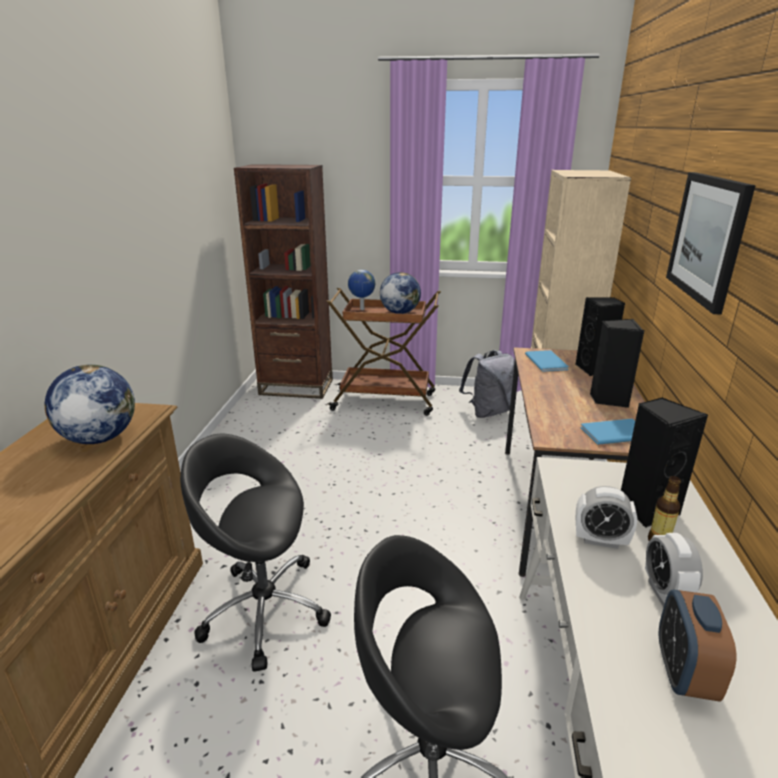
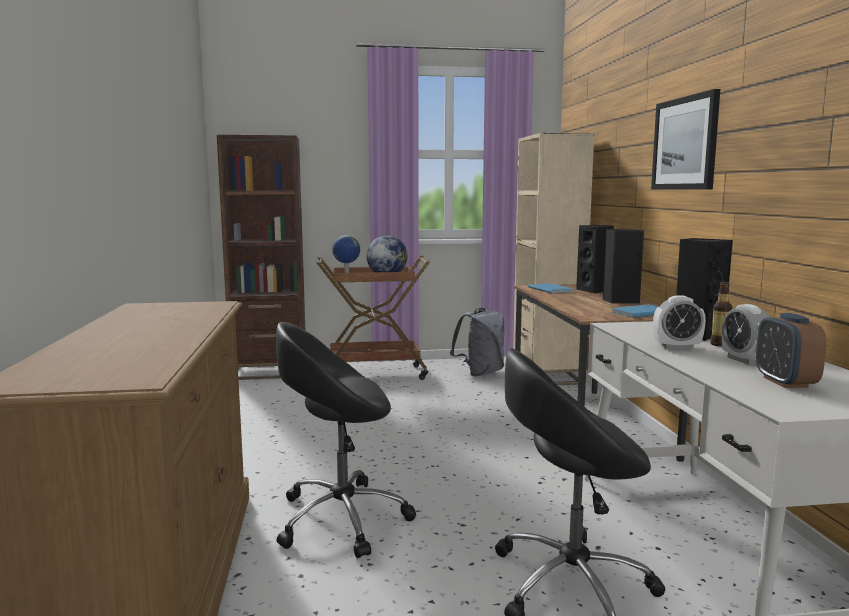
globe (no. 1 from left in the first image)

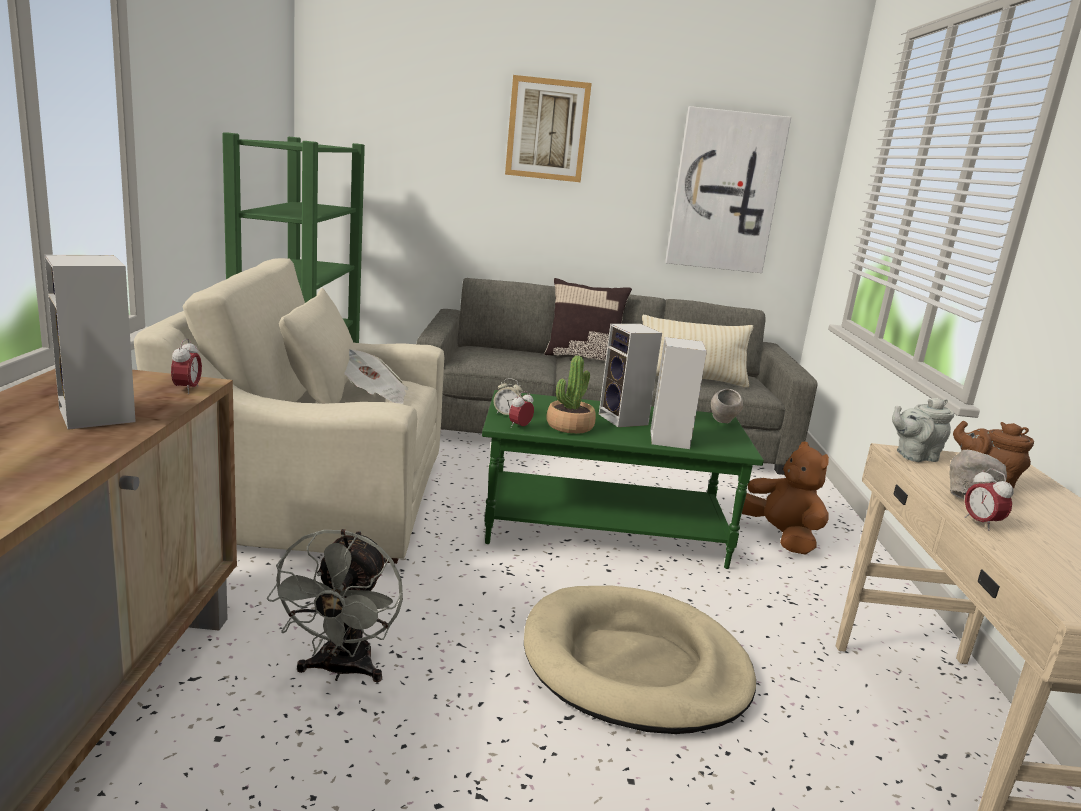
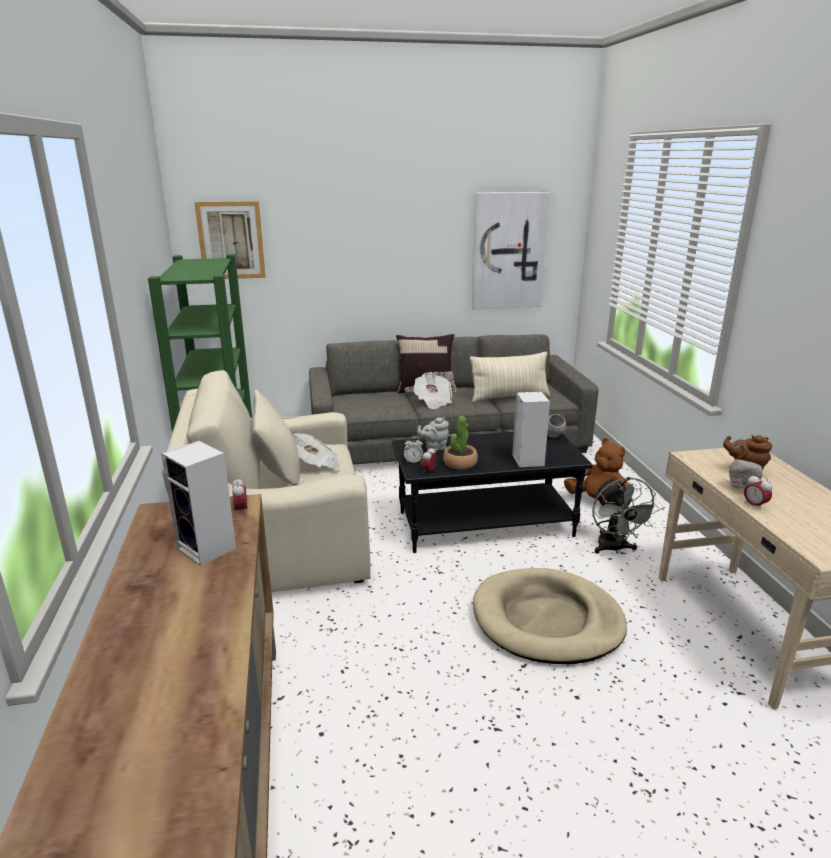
picture (no. 1 from left)
black coffee table
newspaper (no. 2 from left)
grey teapot
grey fan
speaker (no. 2 from left in the first image)

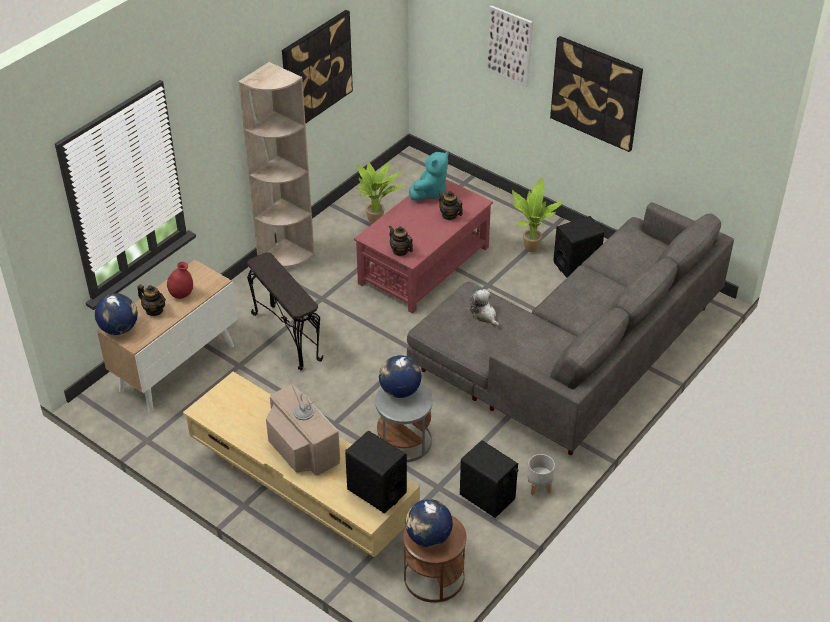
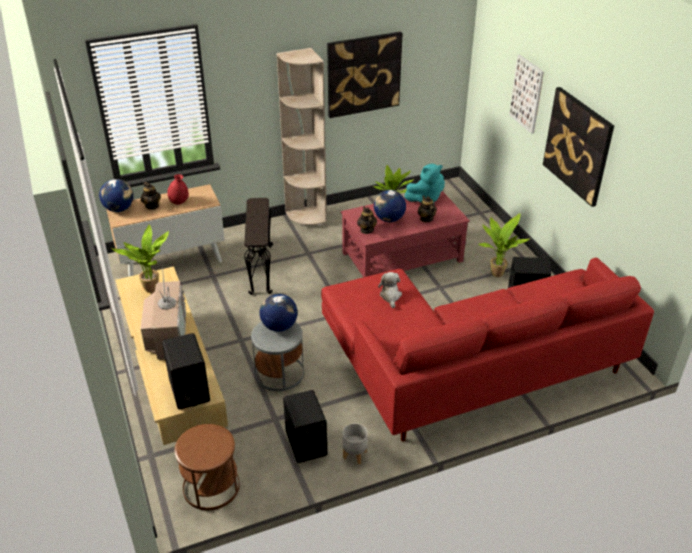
potted plant (no. 1 from left)
red sofa
globe (no. 3 from left)

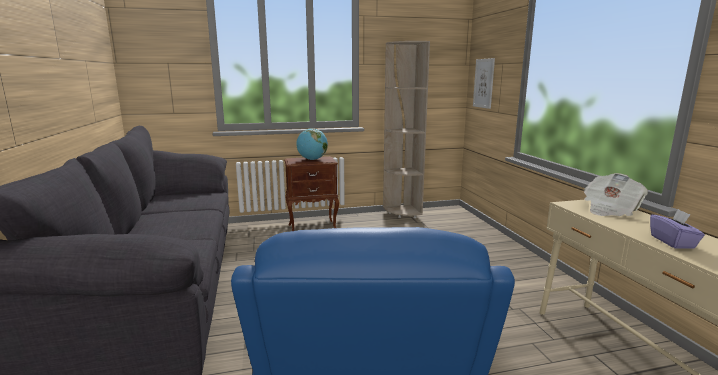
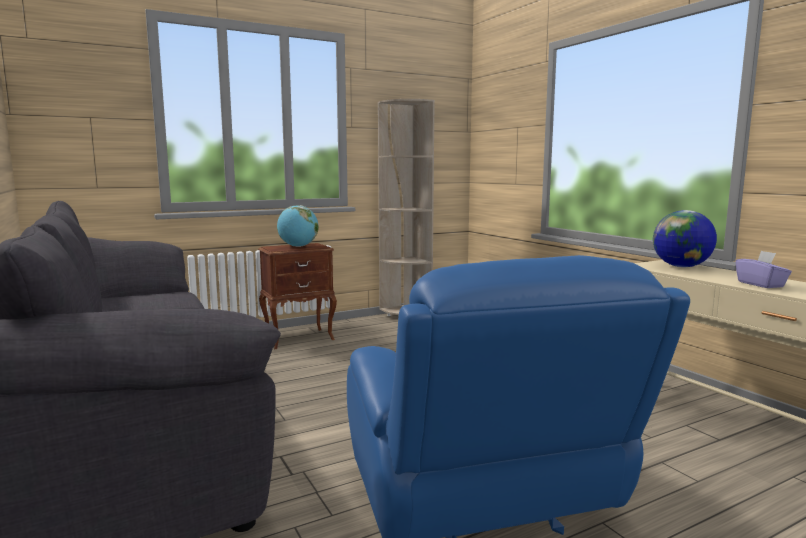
globe (no. 2 from left)
picture

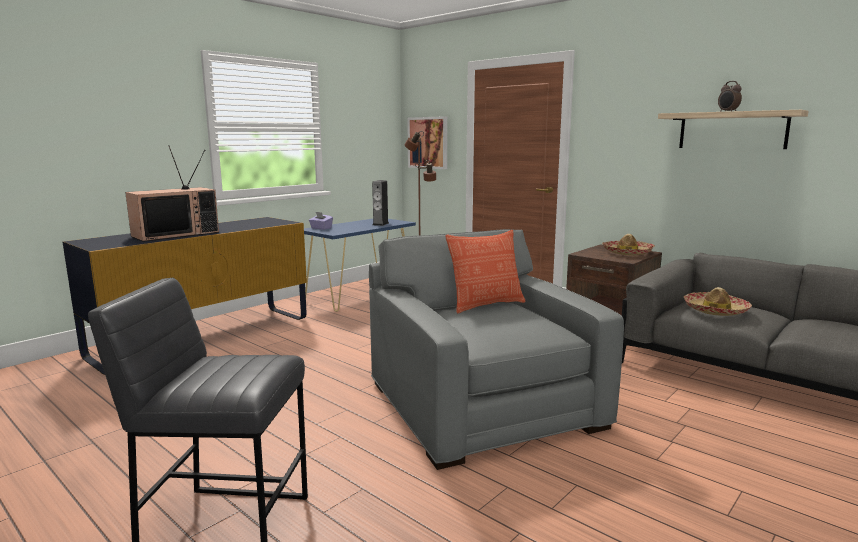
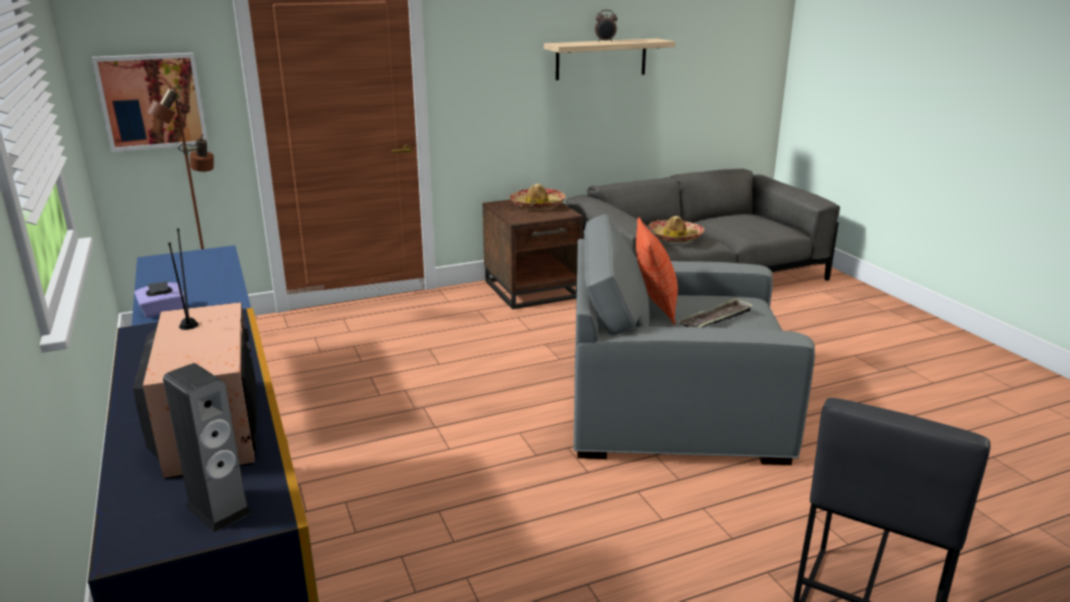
speaker
tray

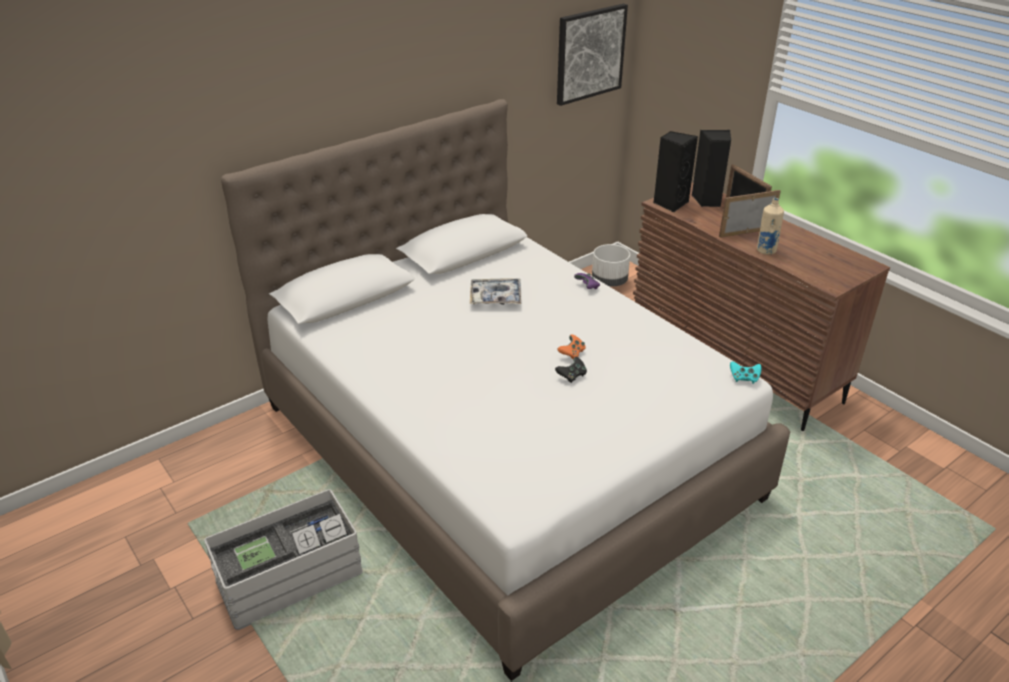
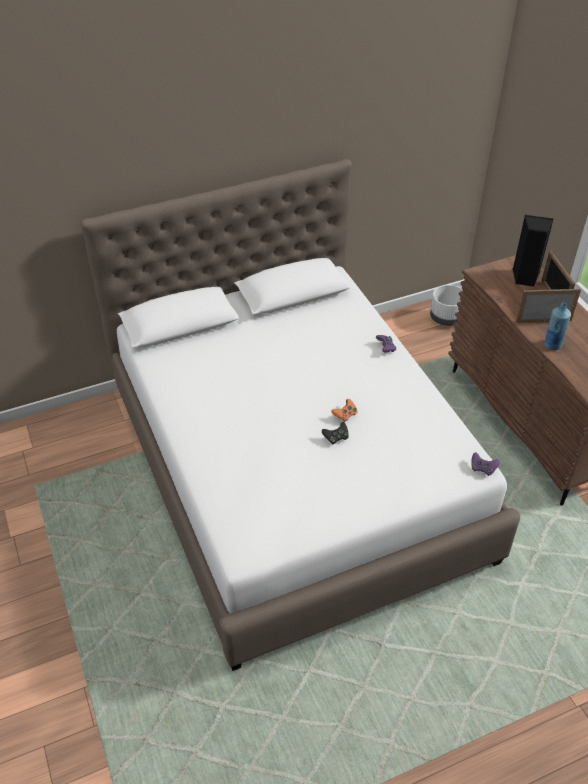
purple game controller (no. 2 from left)
blue bottle
grey storage box
tray
picture
black speaker (no. 1 from left in the first image)

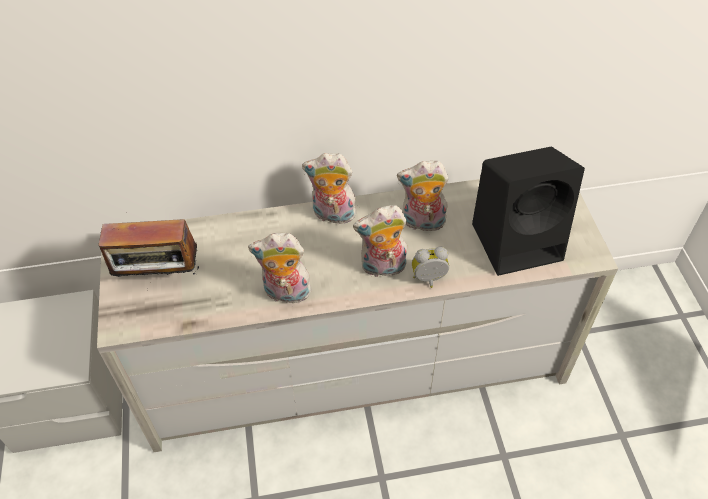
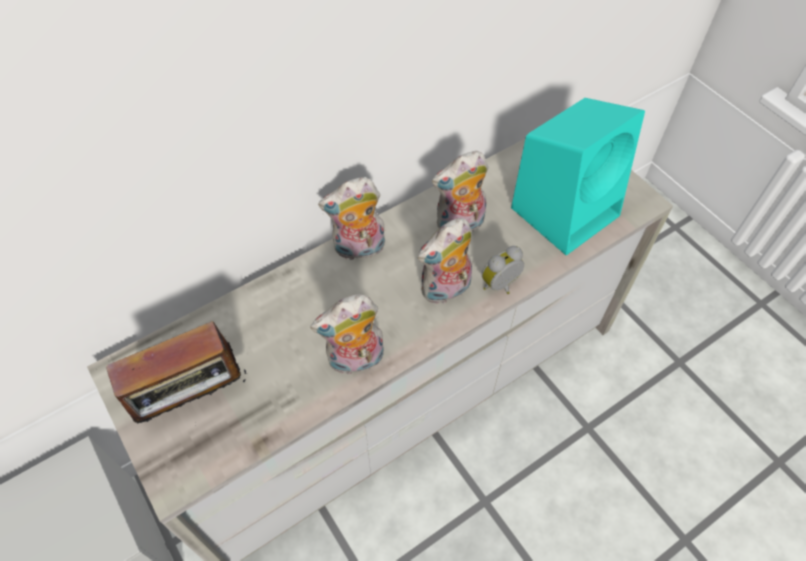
turquoise speaker

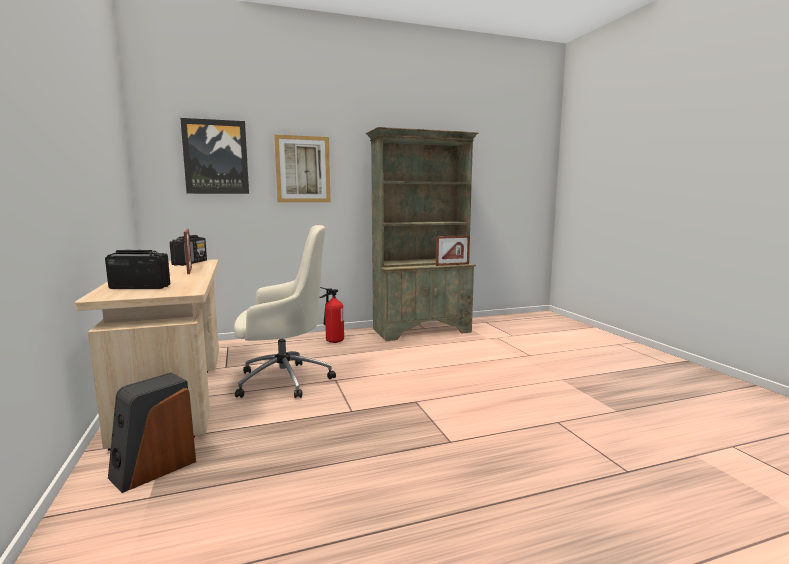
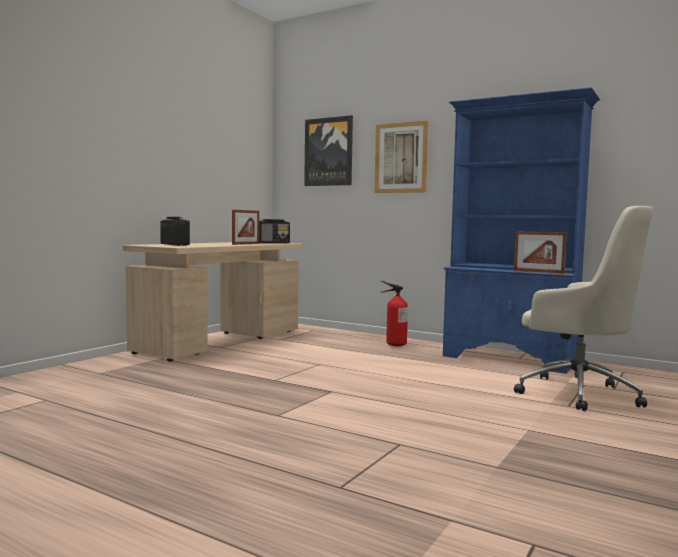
blue bookcase
beige office chair
speaker

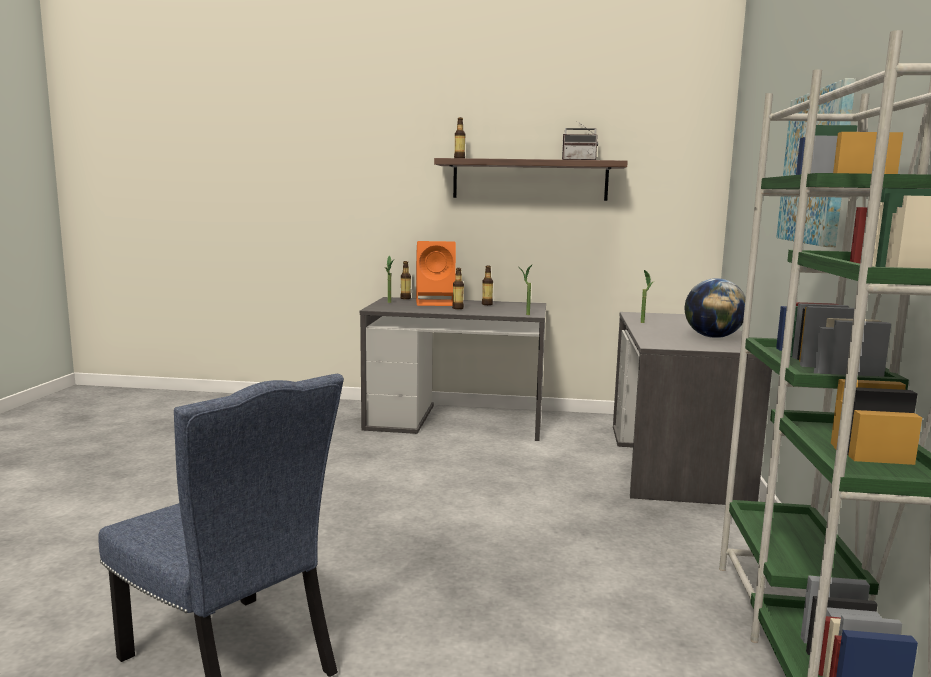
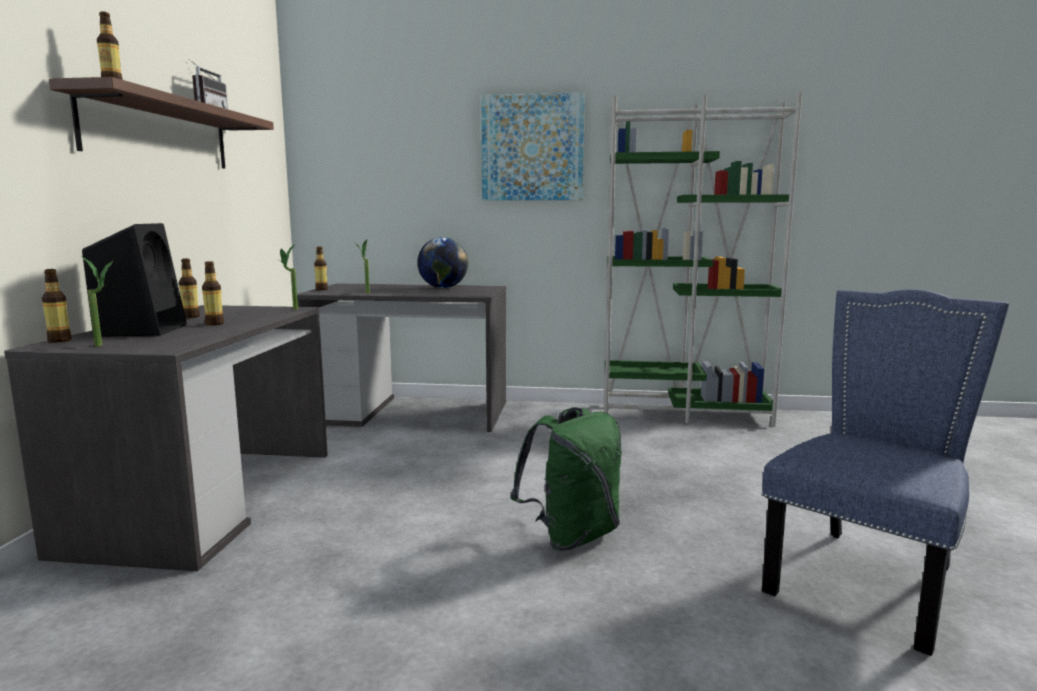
black speaker
bottle (no. 5 from left)
green backpack

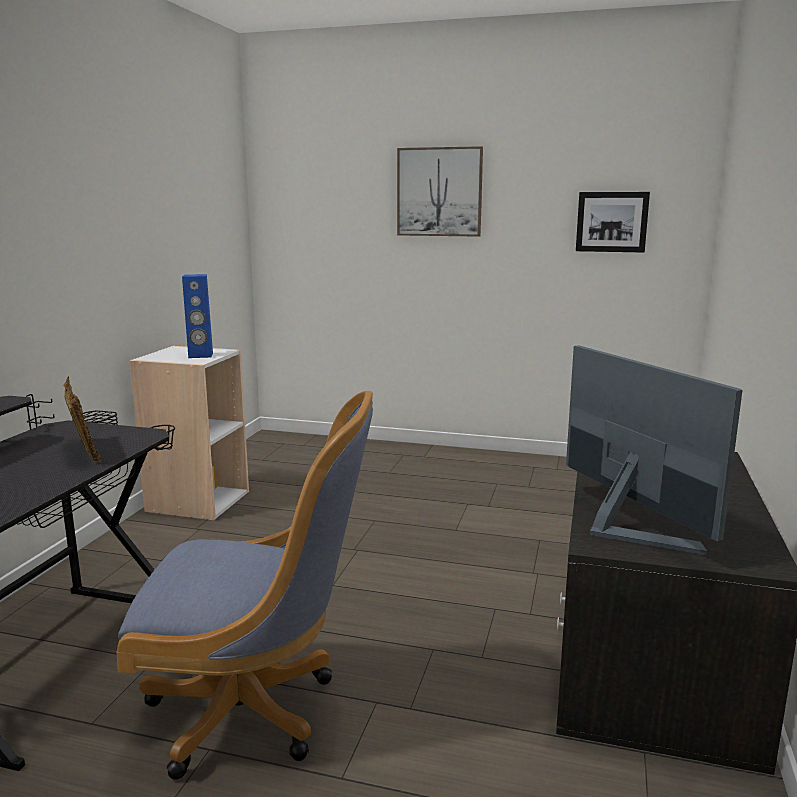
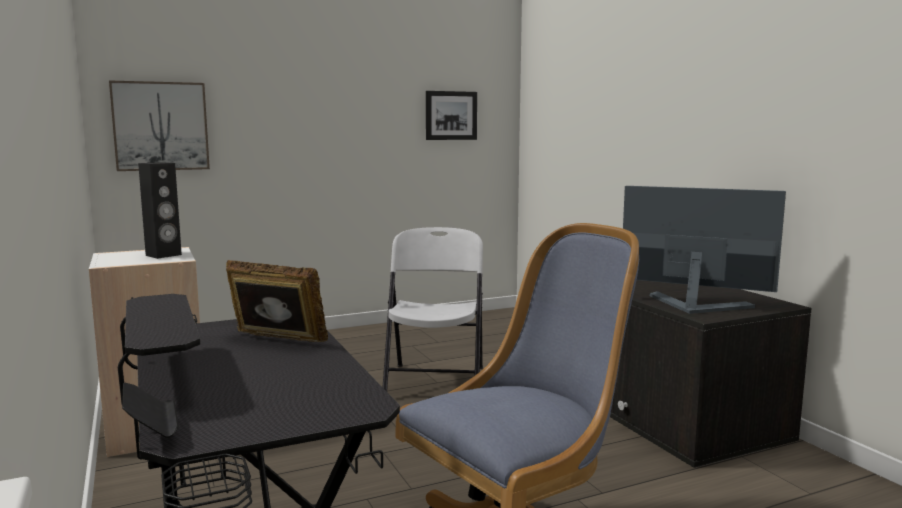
picture (no. 1 from left)
black speaker
white chair

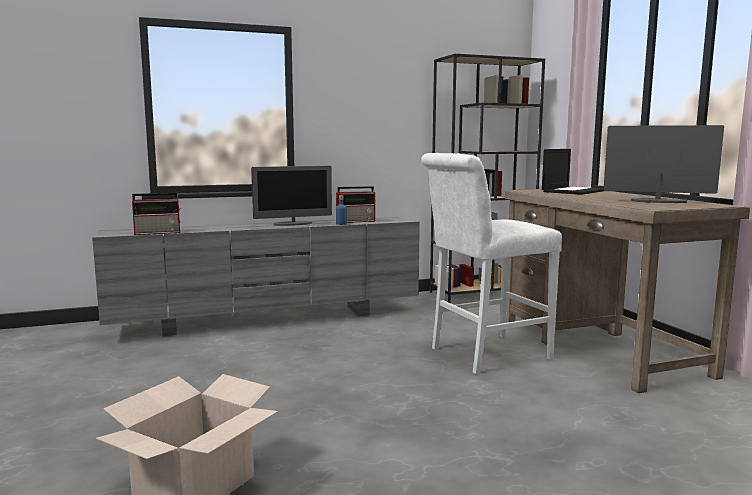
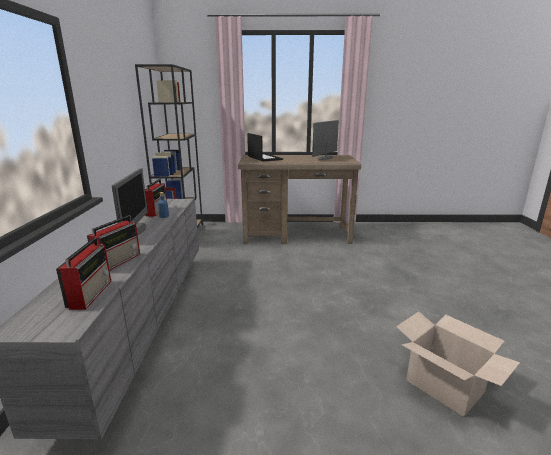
radio (no. 2 from left)
white stool

